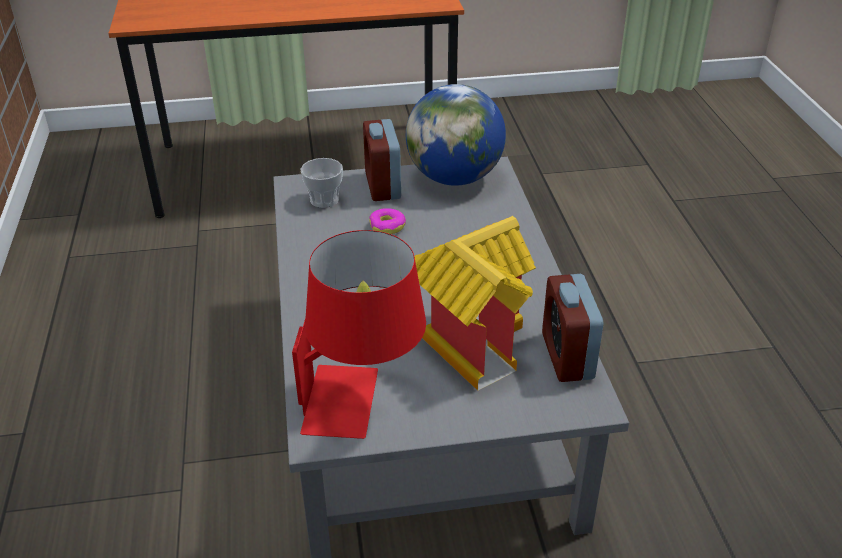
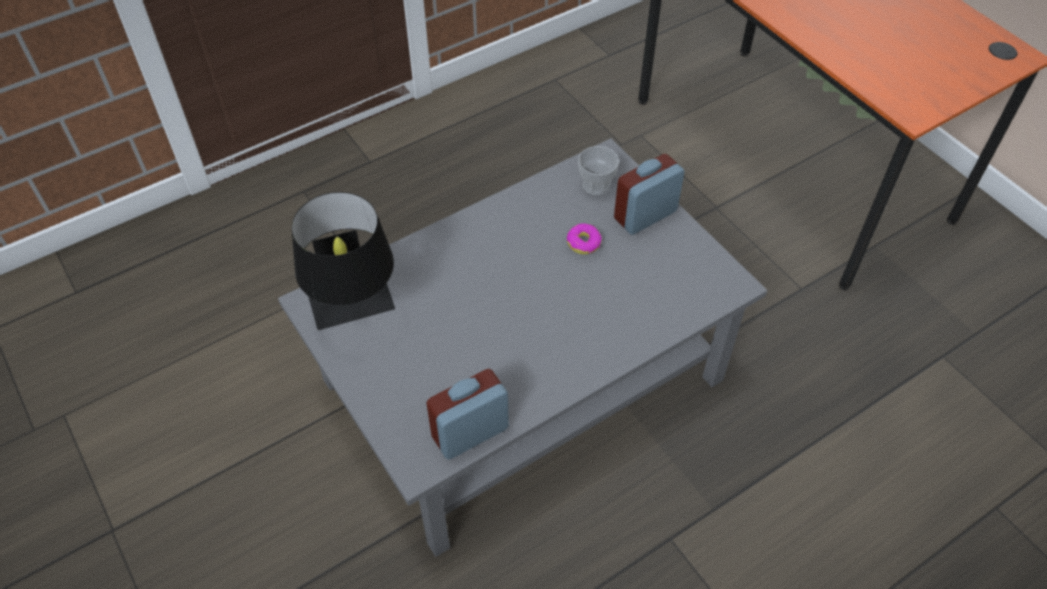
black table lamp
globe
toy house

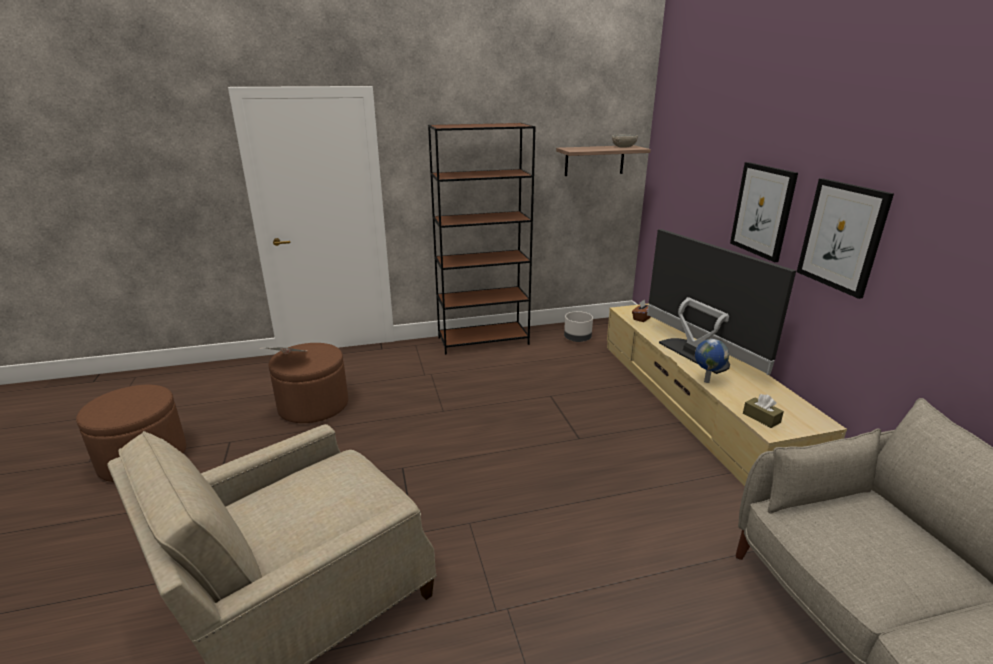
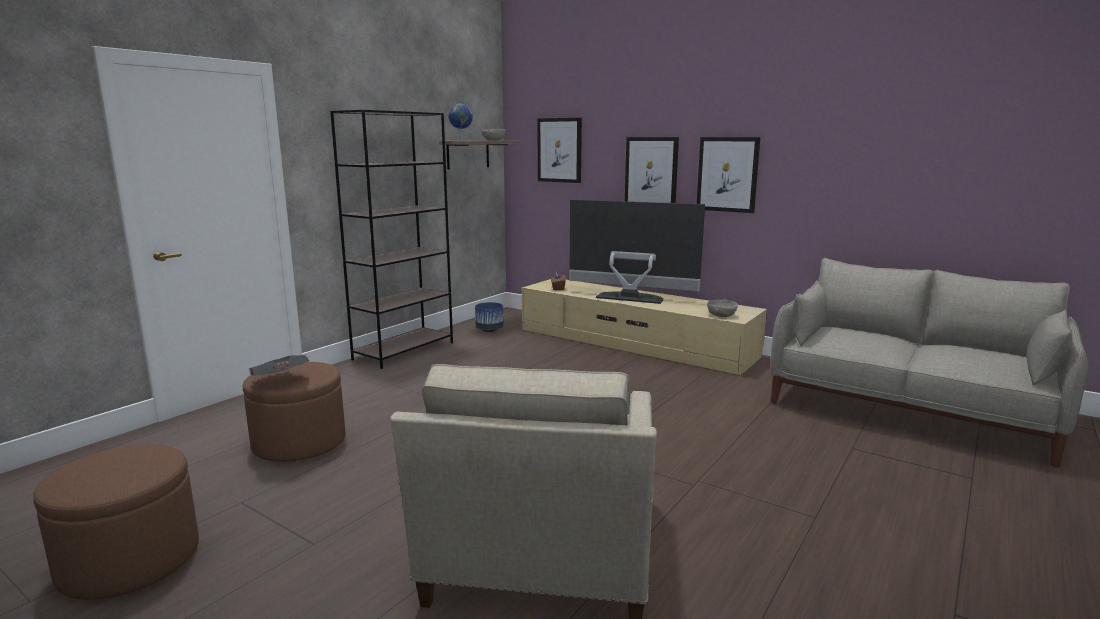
globe
blue planter
picture (no. 1 from left)
grey bowl (no. 2 from left)

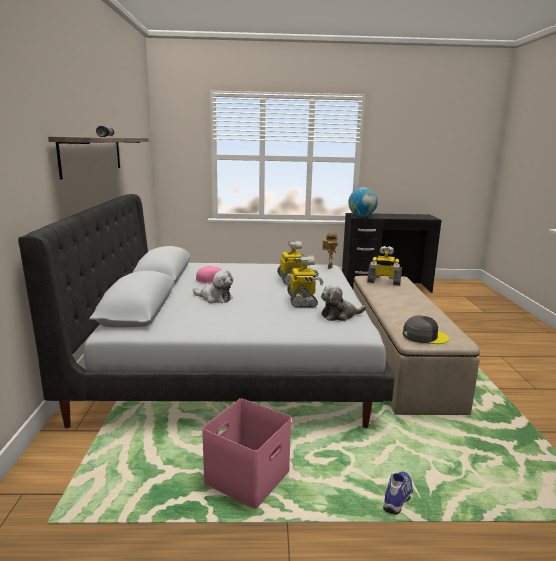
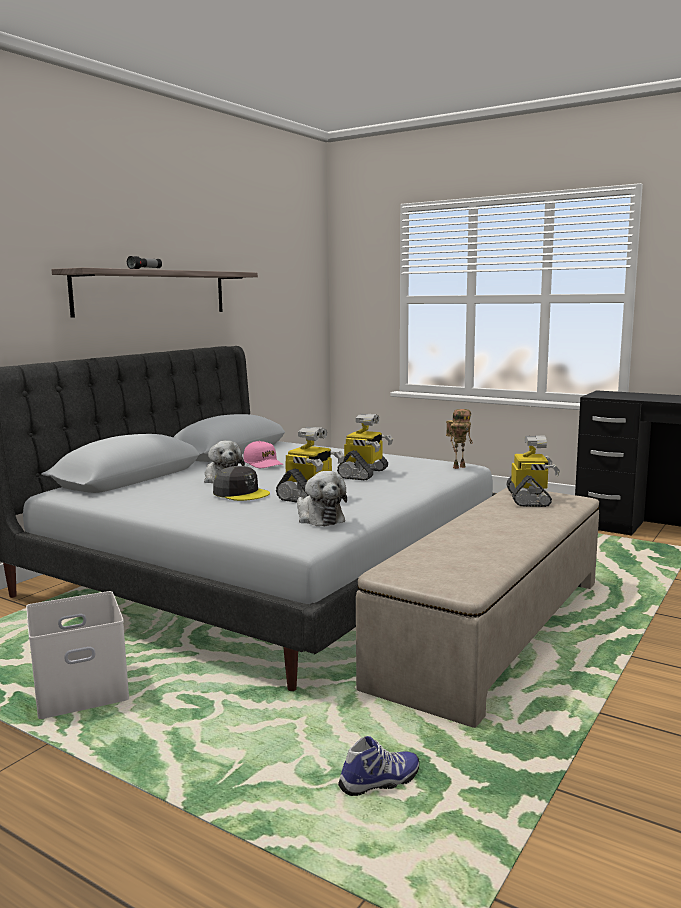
white storage box
grey cap
plush toy (no. 2 from left)
shoe
toy robot (no. 4 from left)
globe

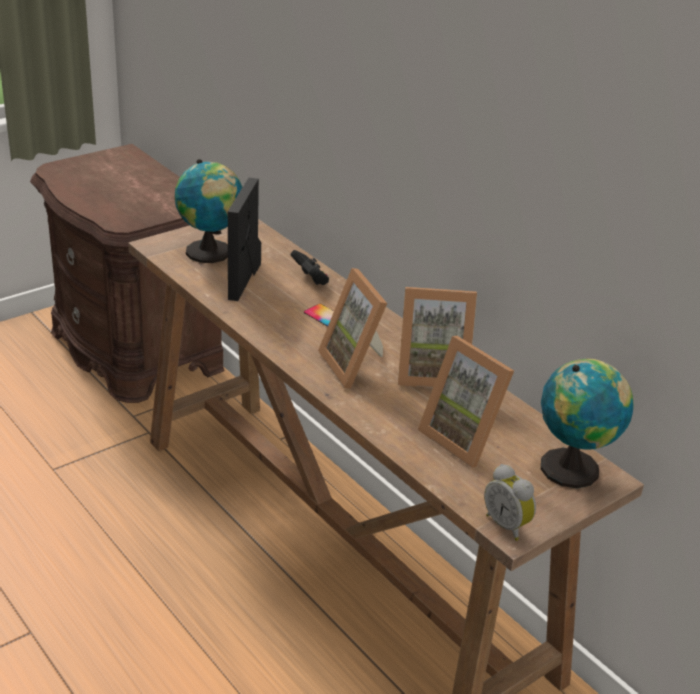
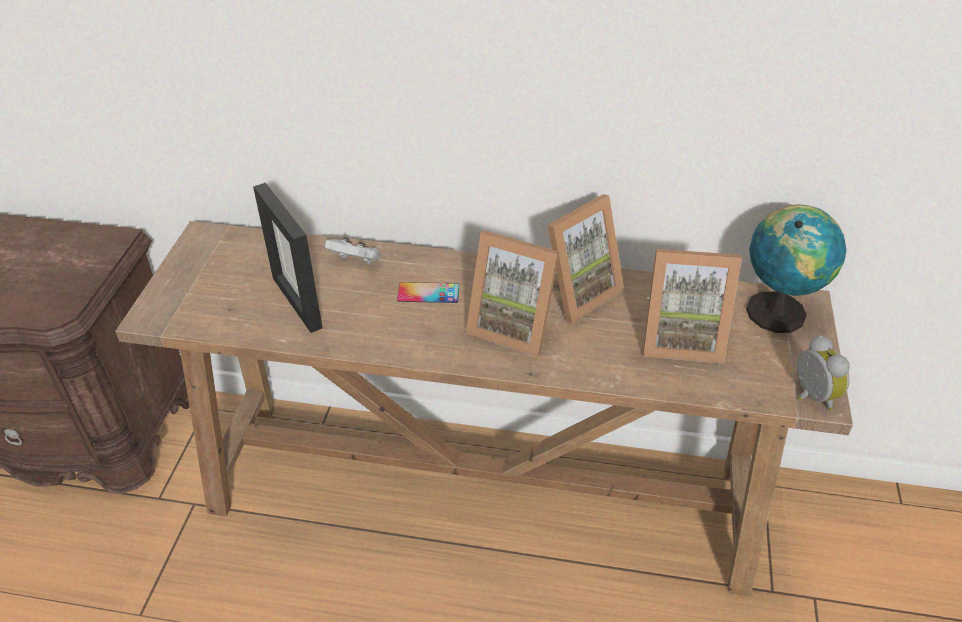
white game controller
alarm clock
globe (no. 1 from left in the first image)

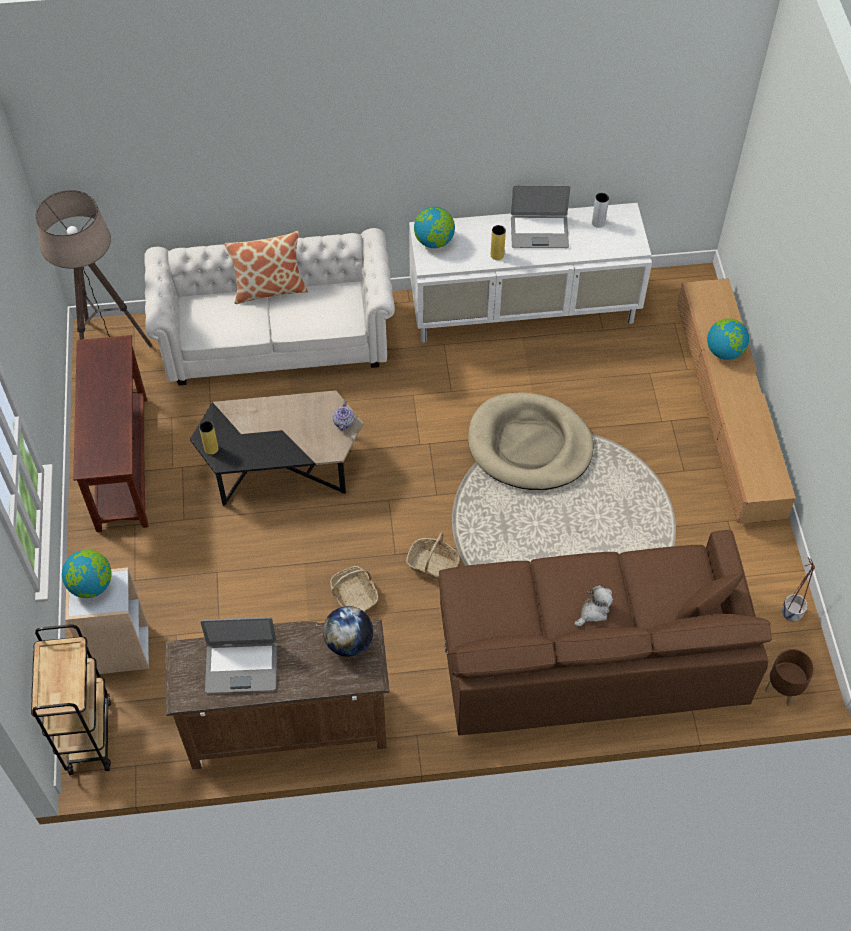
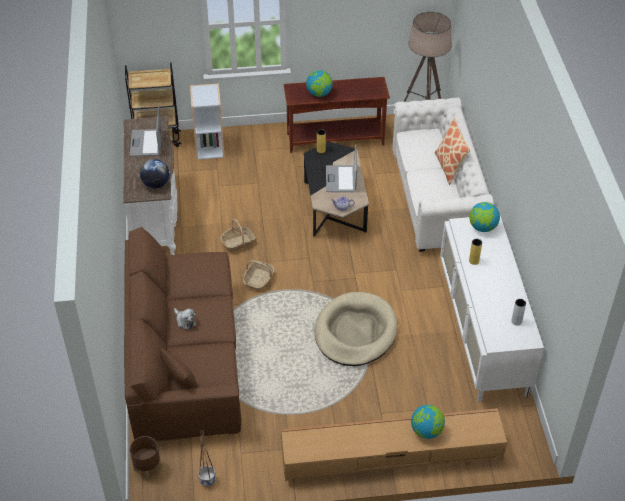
globe (no. 2 from left)
laptop (no. 2 from left)

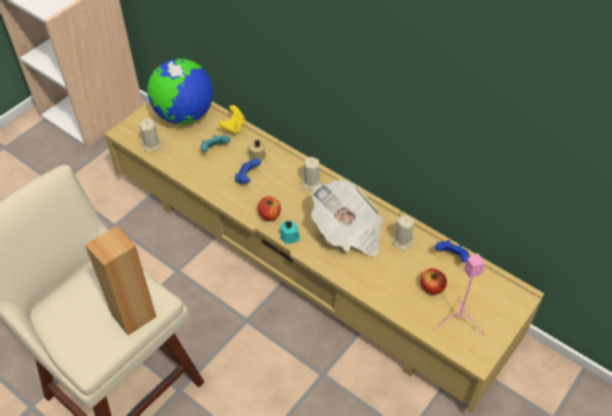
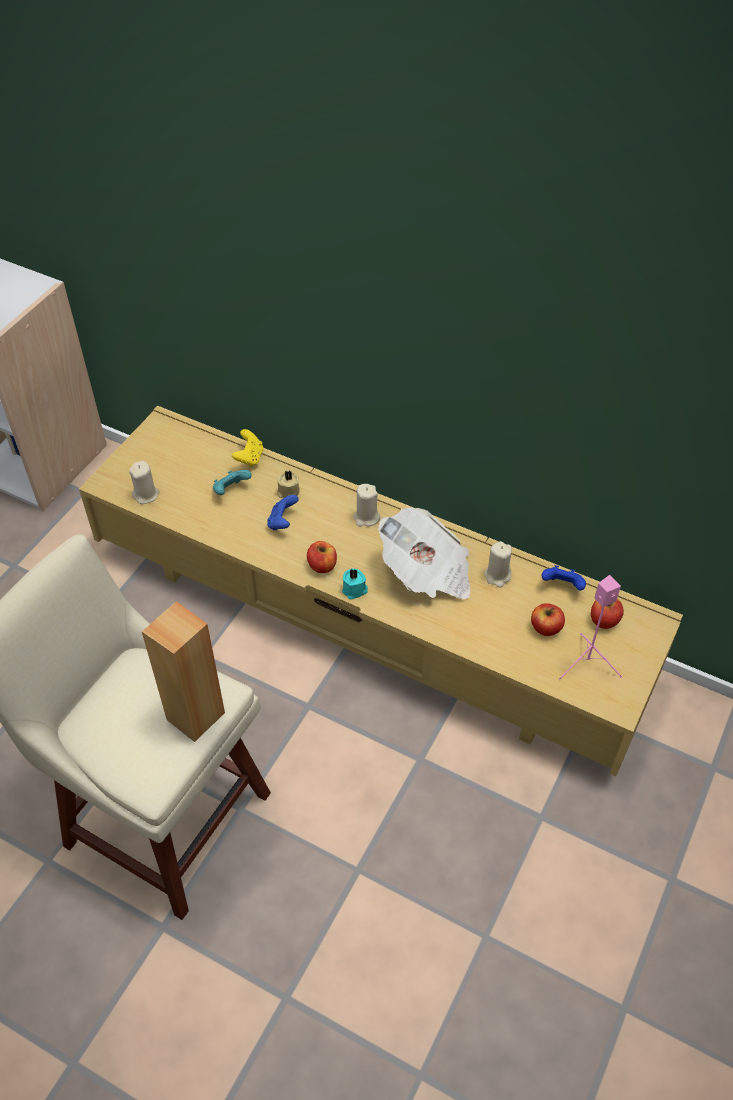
apple (no. 3 from left)
globe

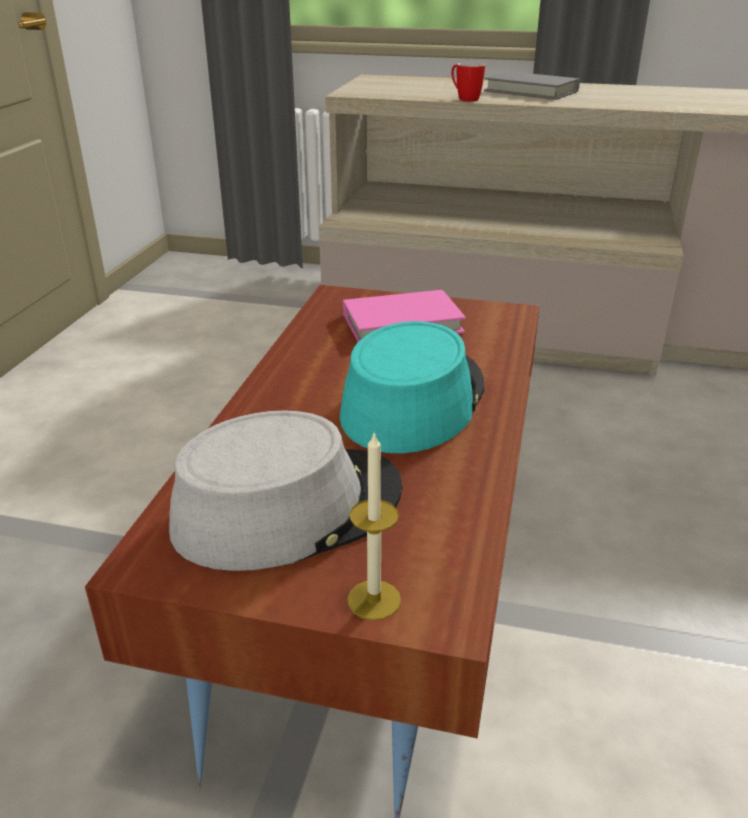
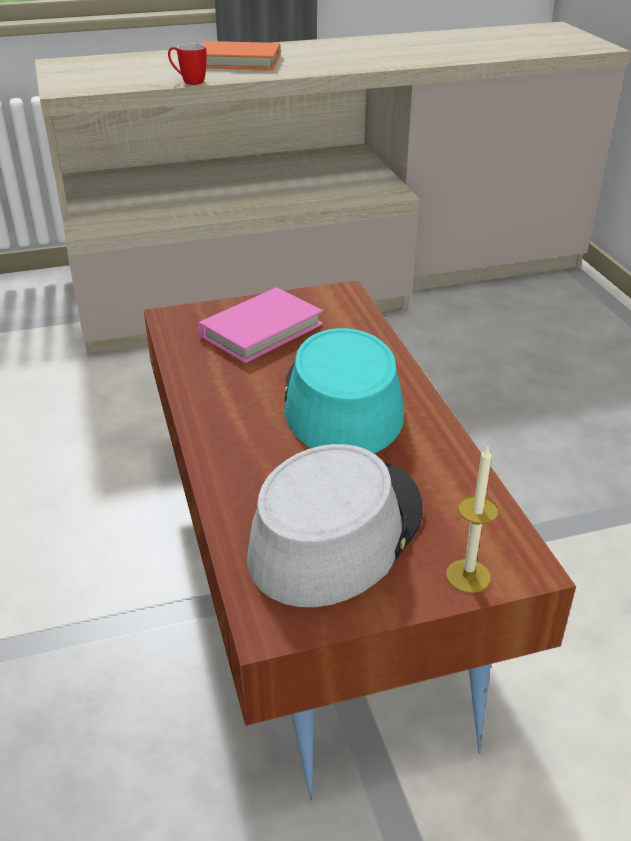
orange book

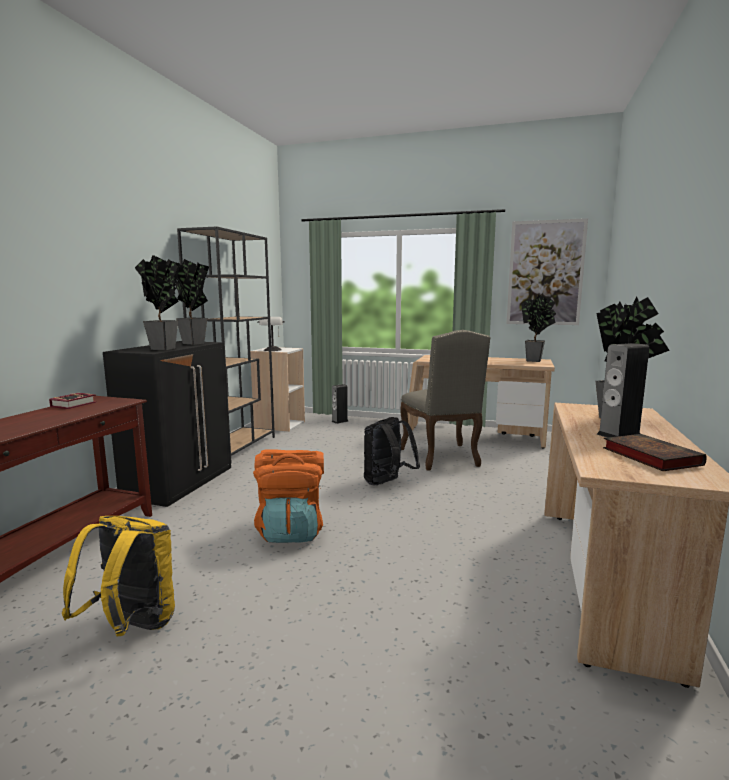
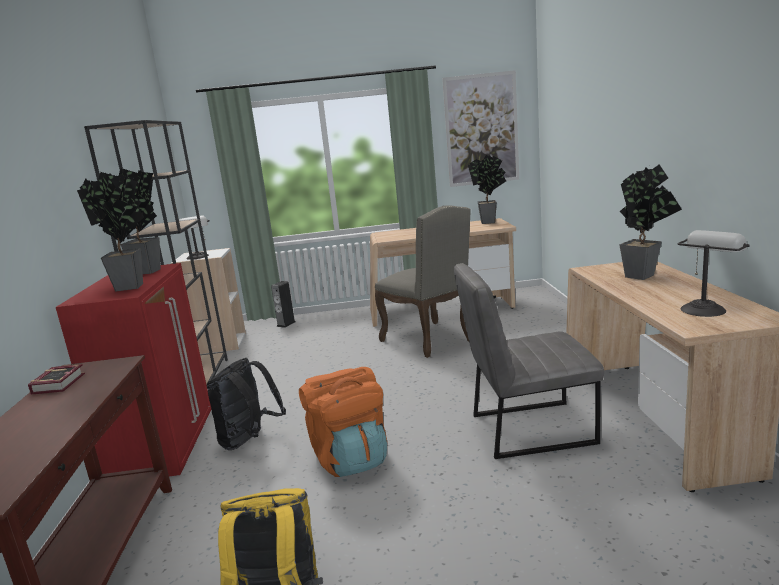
red cabinet
black backpack
grey chair (no. 2 from left)
table lamp (no. 2 from left)
speaker (no. 2 from left in the first image)

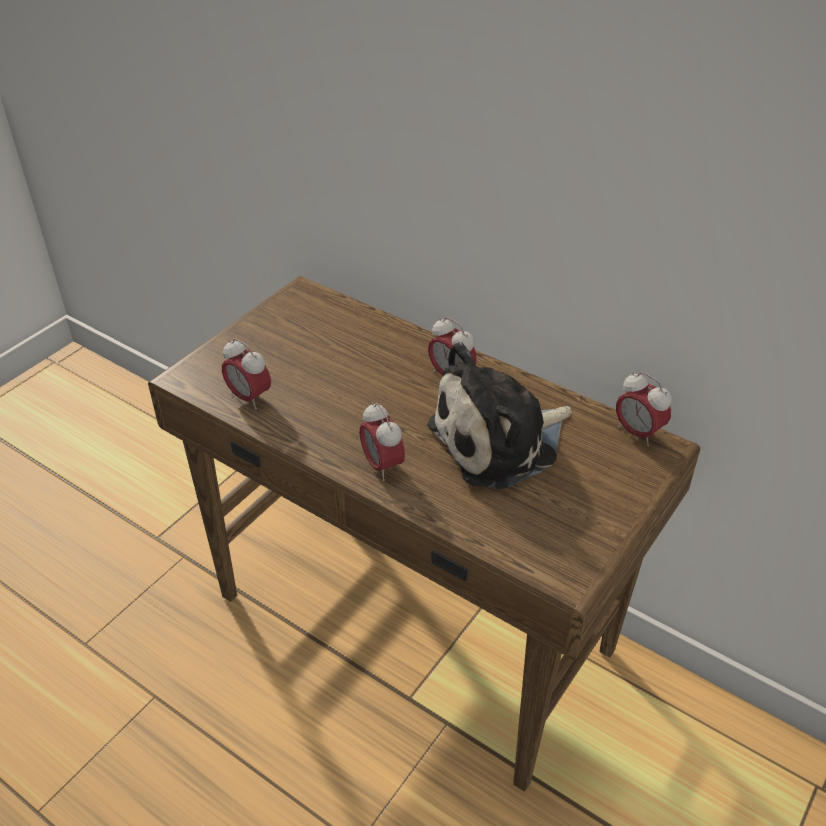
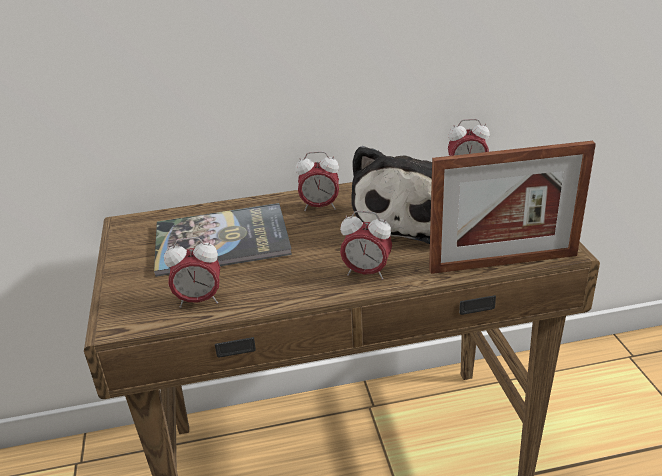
book
picture frame

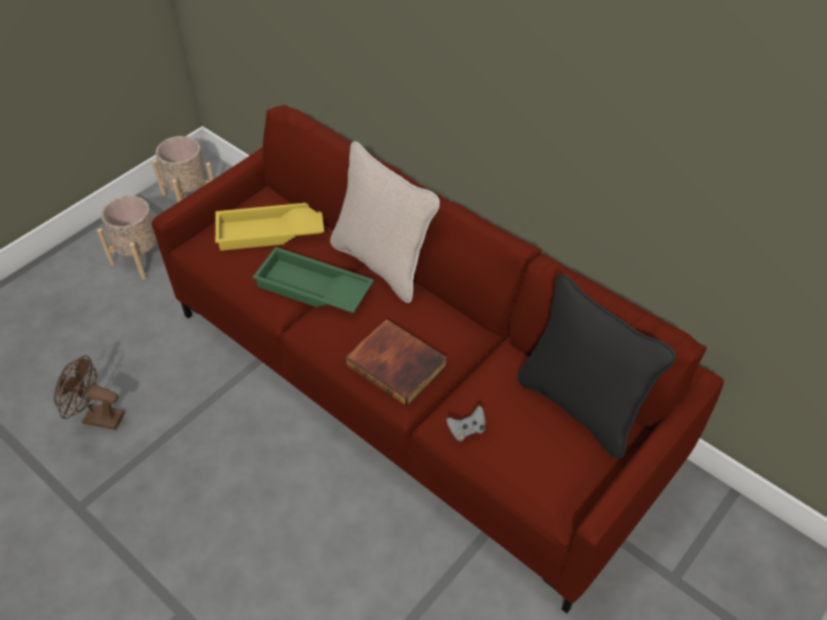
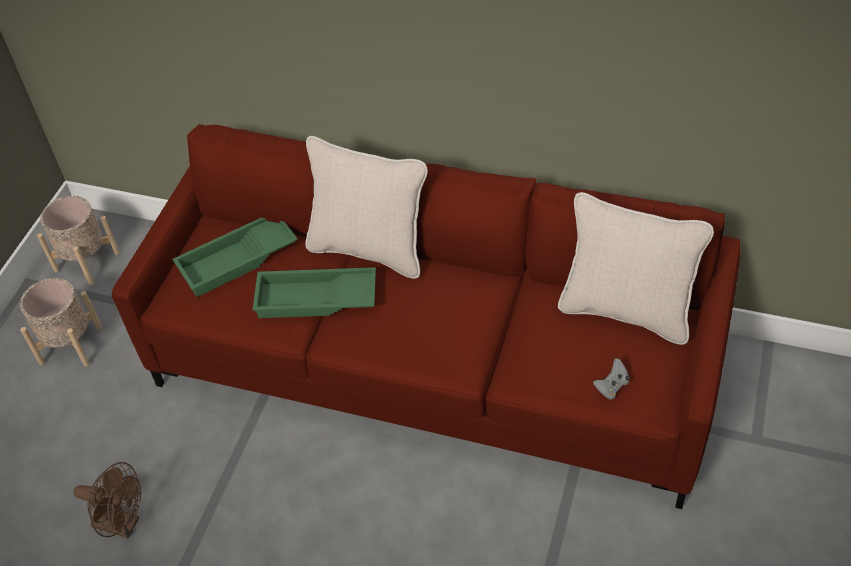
brown fan
green tray (no. 1 from left)
beige pillow (no. 2 from left)
grey game controller
book

